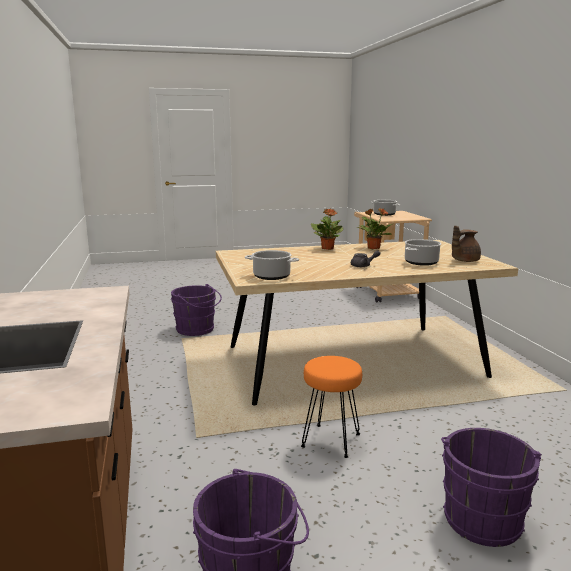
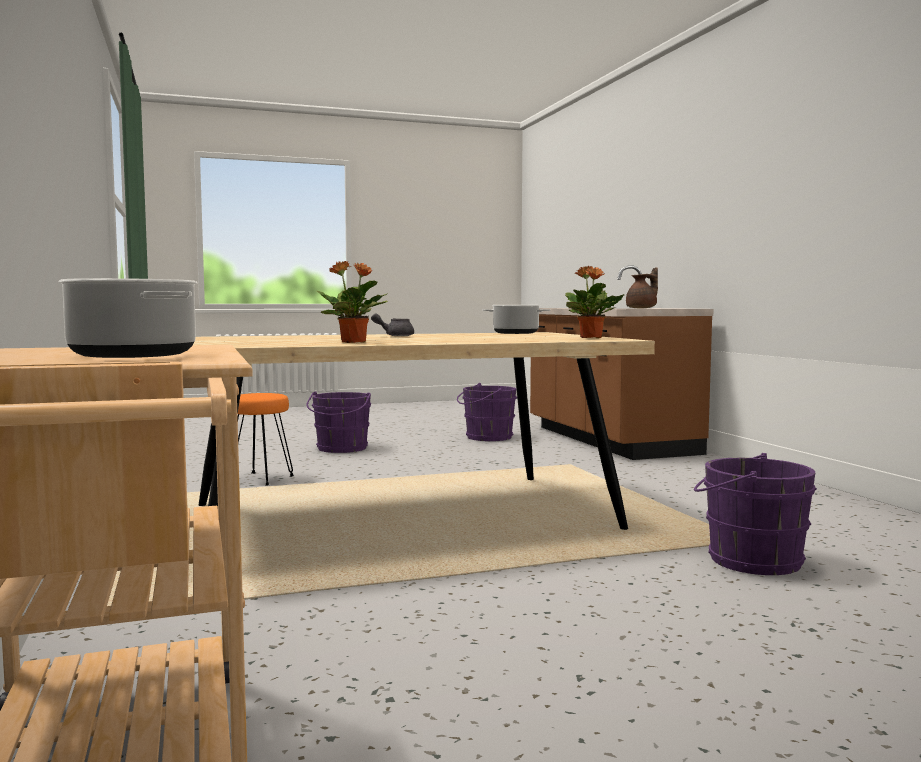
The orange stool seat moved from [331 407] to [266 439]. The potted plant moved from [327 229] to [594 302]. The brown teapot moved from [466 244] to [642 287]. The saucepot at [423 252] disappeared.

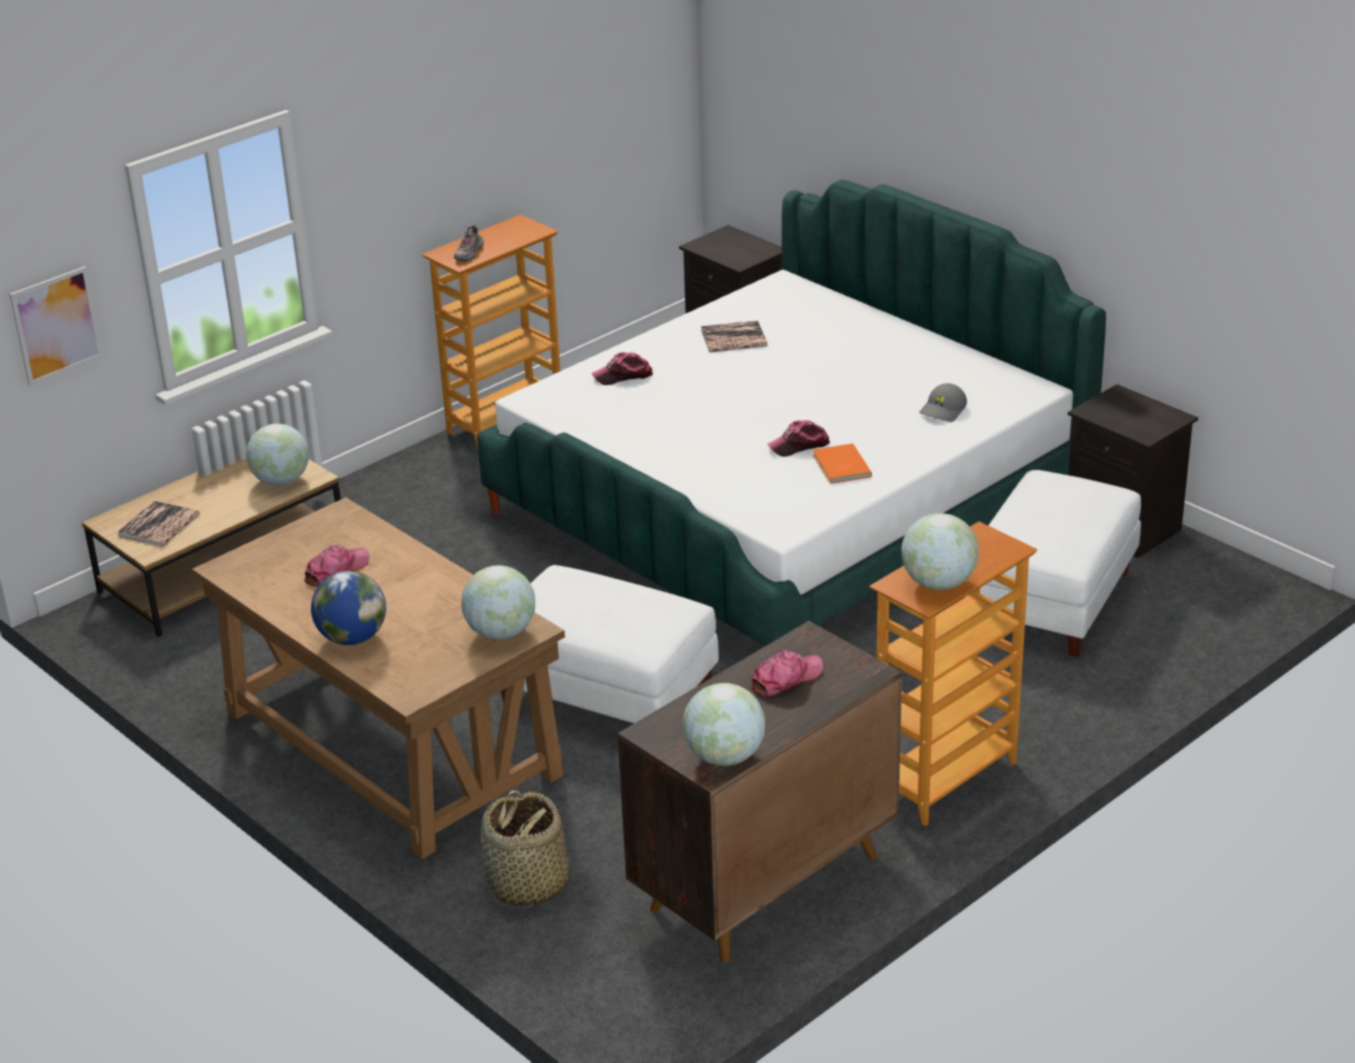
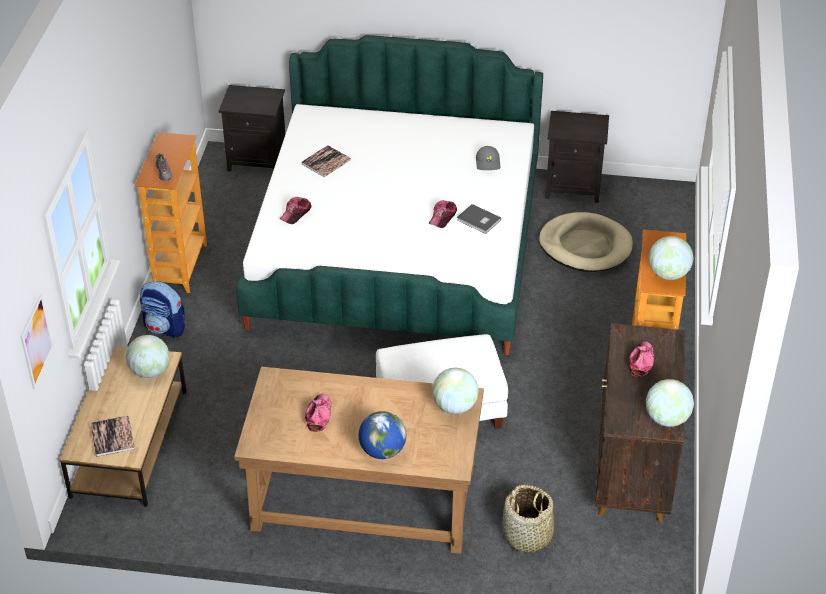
The rucksack at [162 309] appeared. The orange bound book at [842 463] became the greyish bound book at [479 219]. The whitish ottoman at [1052 563] was replaced by the beige pet bed at [586 242].

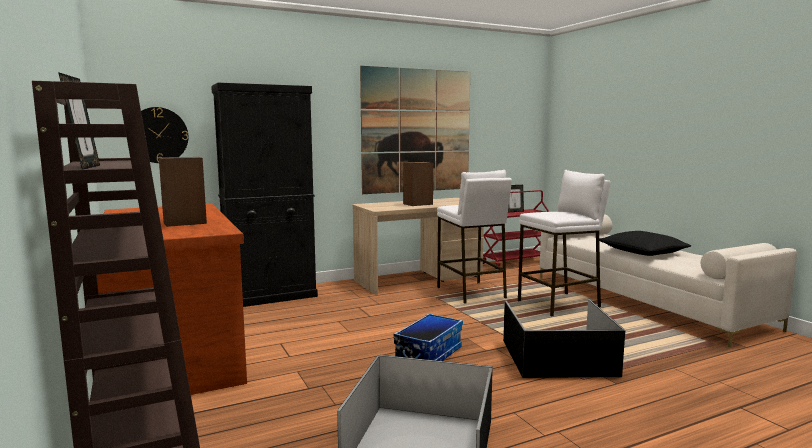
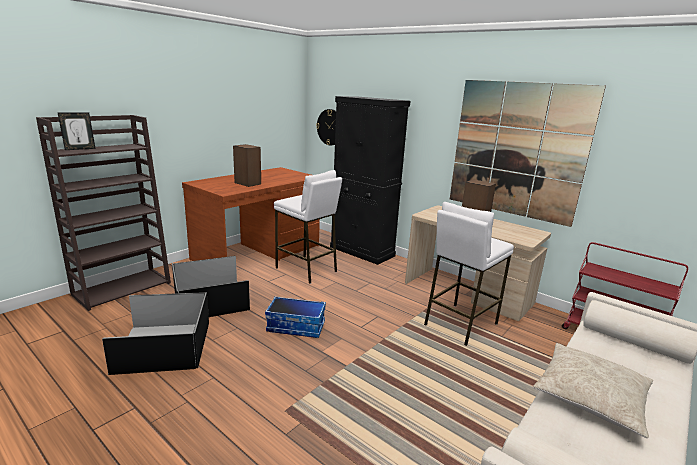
The black storage container moved from [564 339] to [211 286]. The whitish stool seat moved from [564 243] to [308 227]. The black throw pillow at [645 243] became the beige throw pillow at [593 390]. The standing frame at [516 199] disappeared.

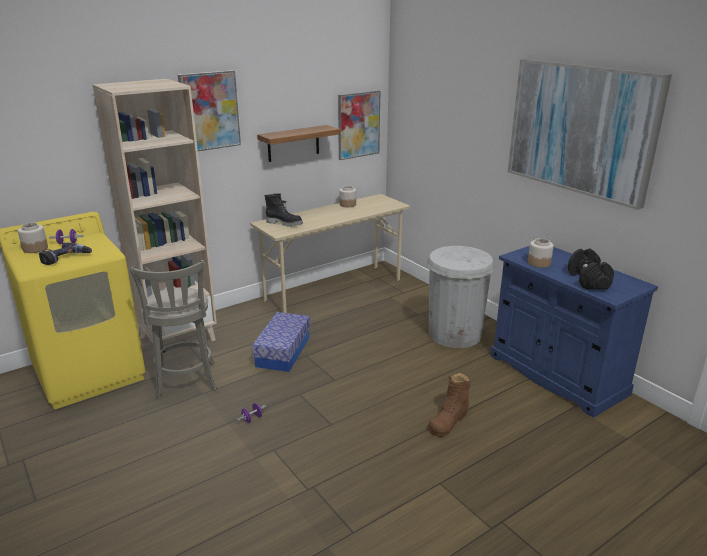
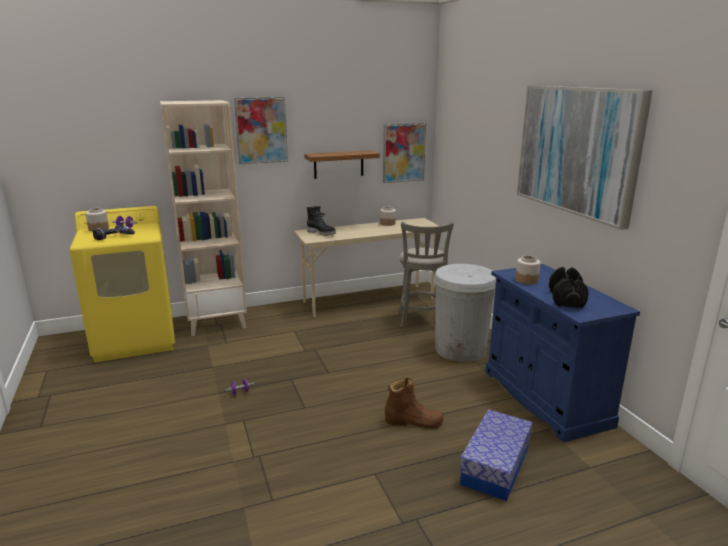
The brown tall boot at [449 404] turned 135 degrees counterclockwise. The greyish stool seat moved from [173 329] to [426 275]. The storage container moved from [281 342] to [496 455].

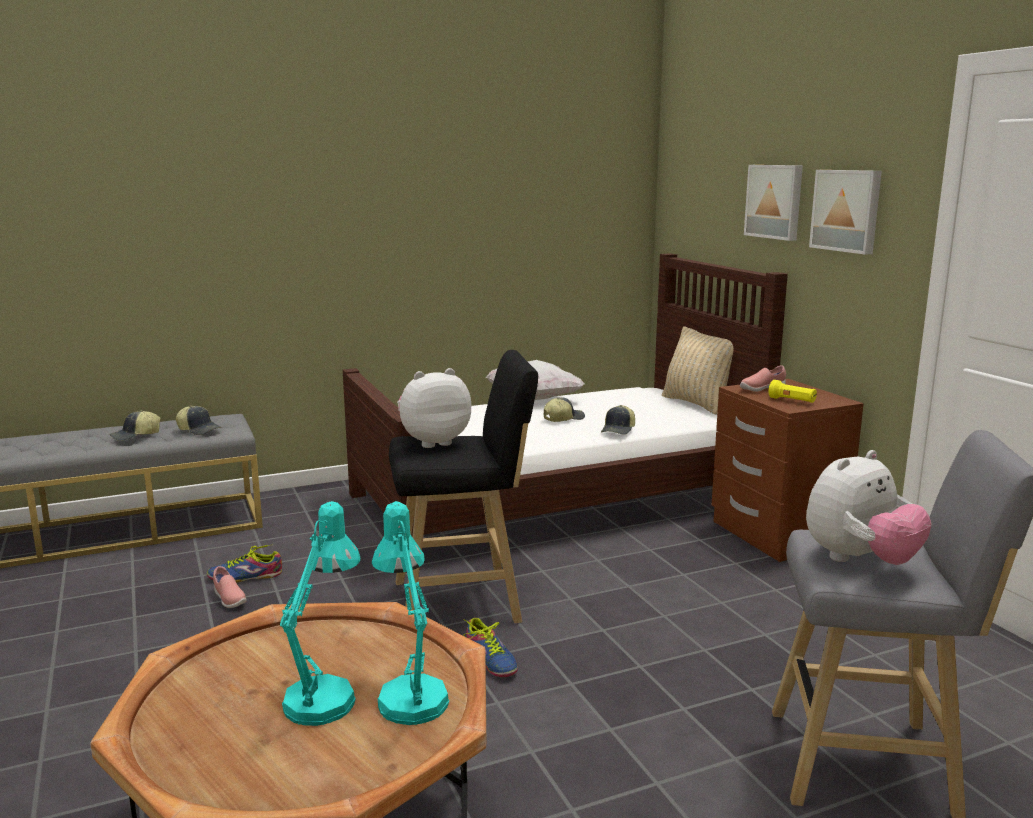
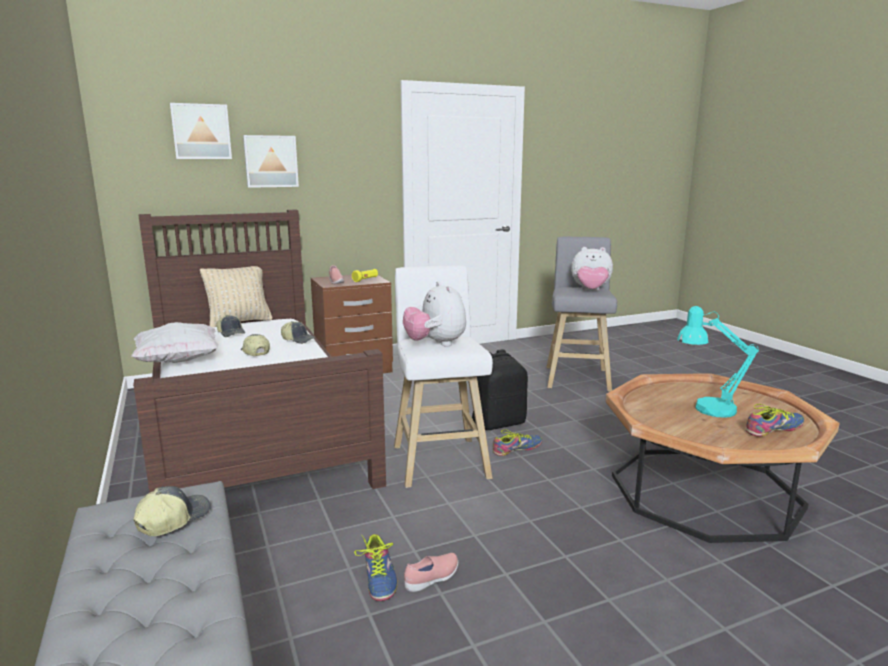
The picture moved from [845 212] to [201 131]. The peaked cap moved from [134 425] to [231 326]. The black stool seat at [463 486] became the whitish stool seat at [443 376]. The black rucksack at [500 389] appeared. The plush toy at [868 507] turned 135 degrees clockwise. The item of footwear at [775 420] appeared. The blue-green table lamp at [410 613] disappeared.

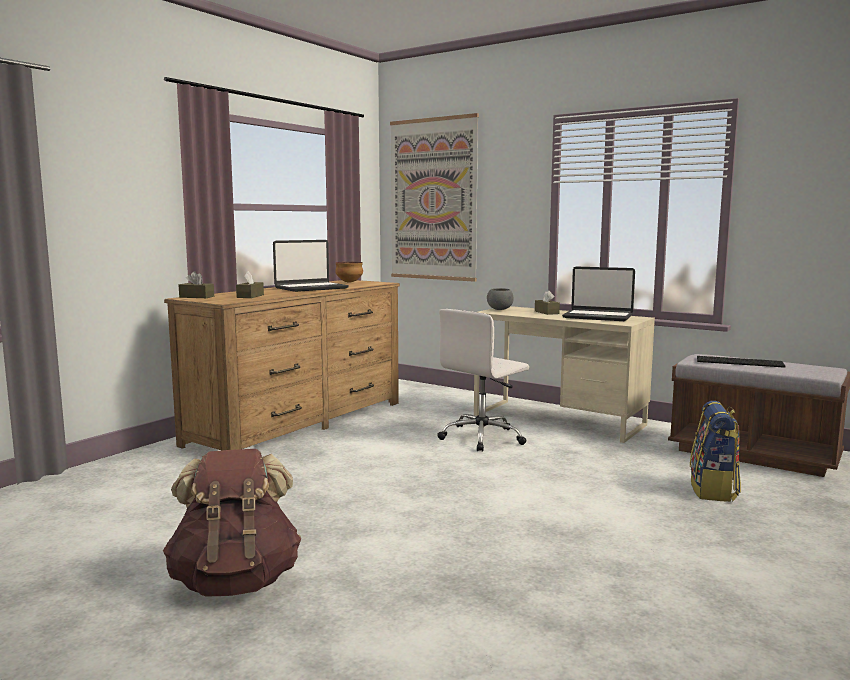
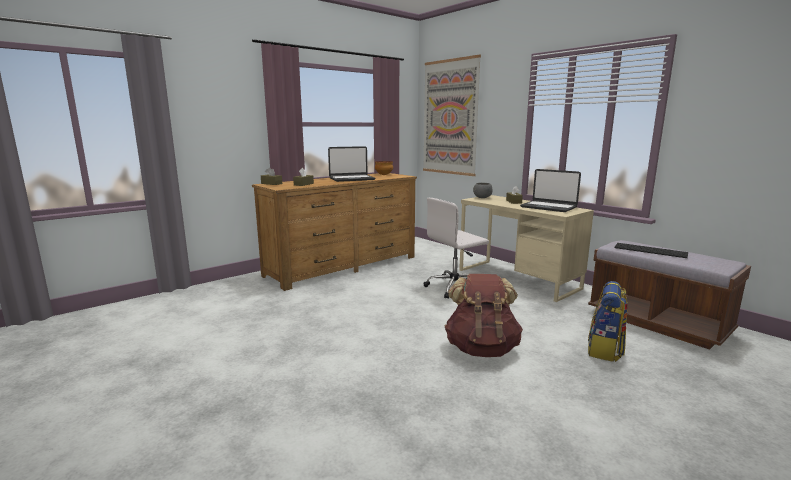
The brown rucksack moved from [232 523] to [483 315].

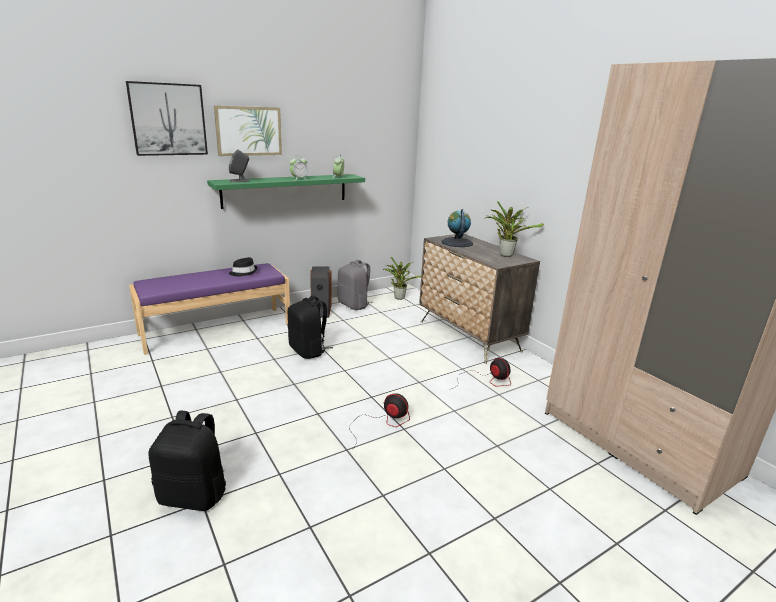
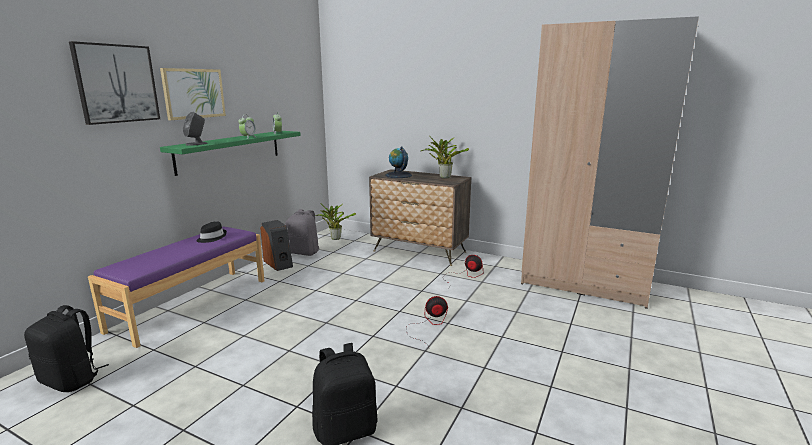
The black rucksack moved from [310 327] to [66 348].

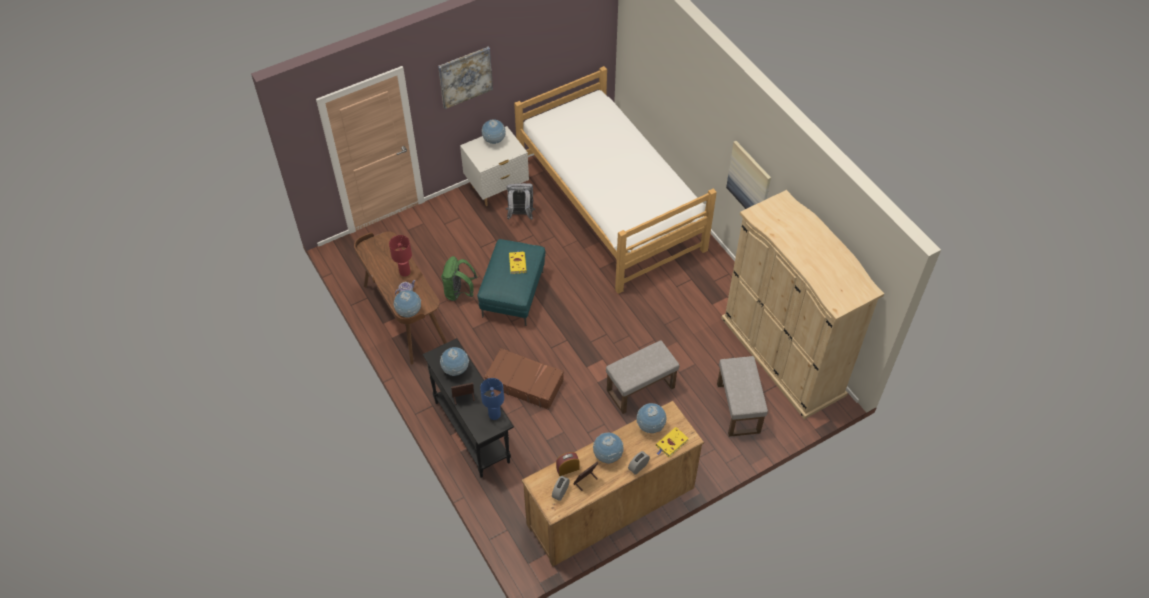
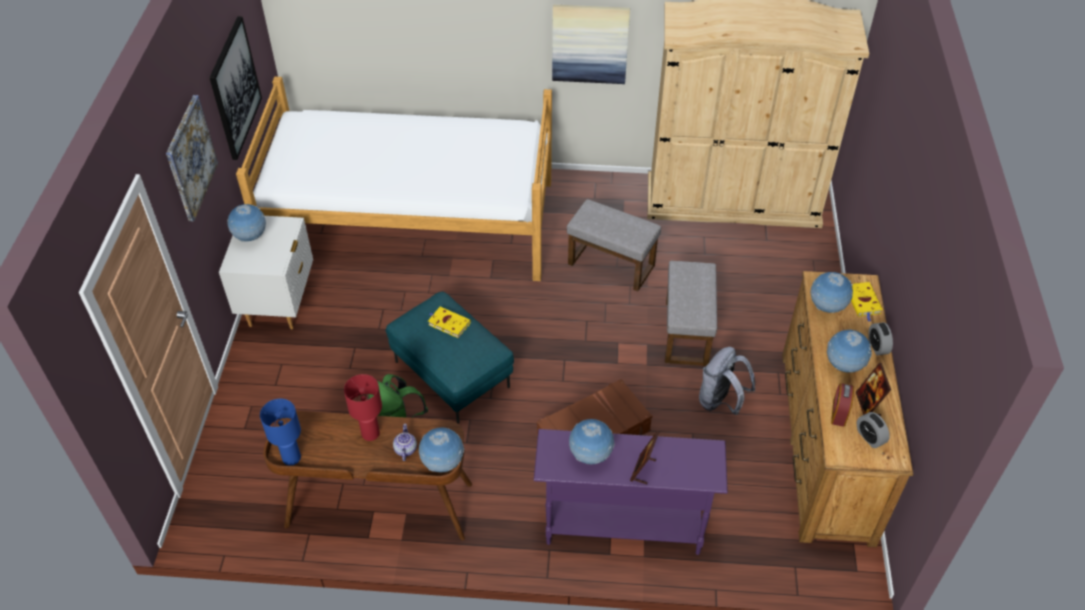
The picture at [235 88] appeared. The bluish table lamp moved from [492 399] to [280 432]. The black narrow table at [468 408] became the purplish narrow table at [631 492]. The greyish ottoman moved from [742 396] to [614 245]. The greyish rucksack moved from [520 201] to [727 381].

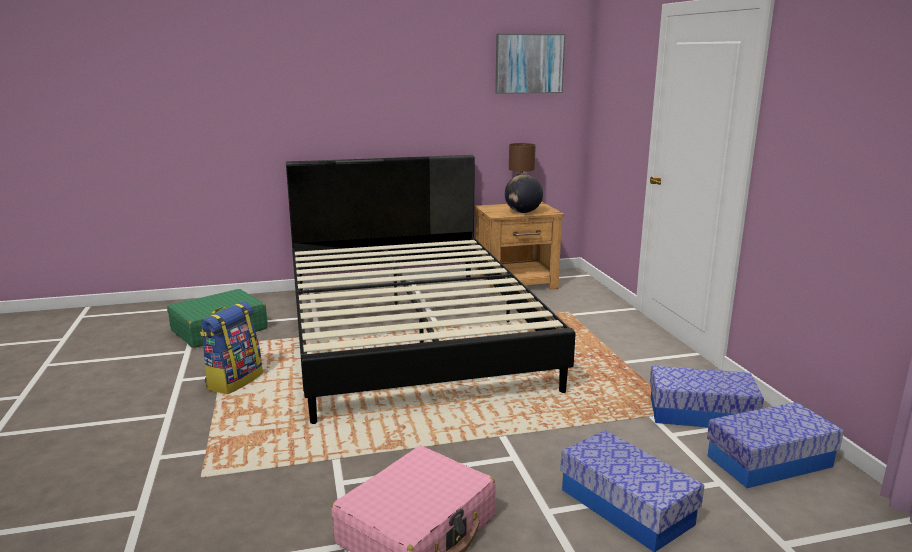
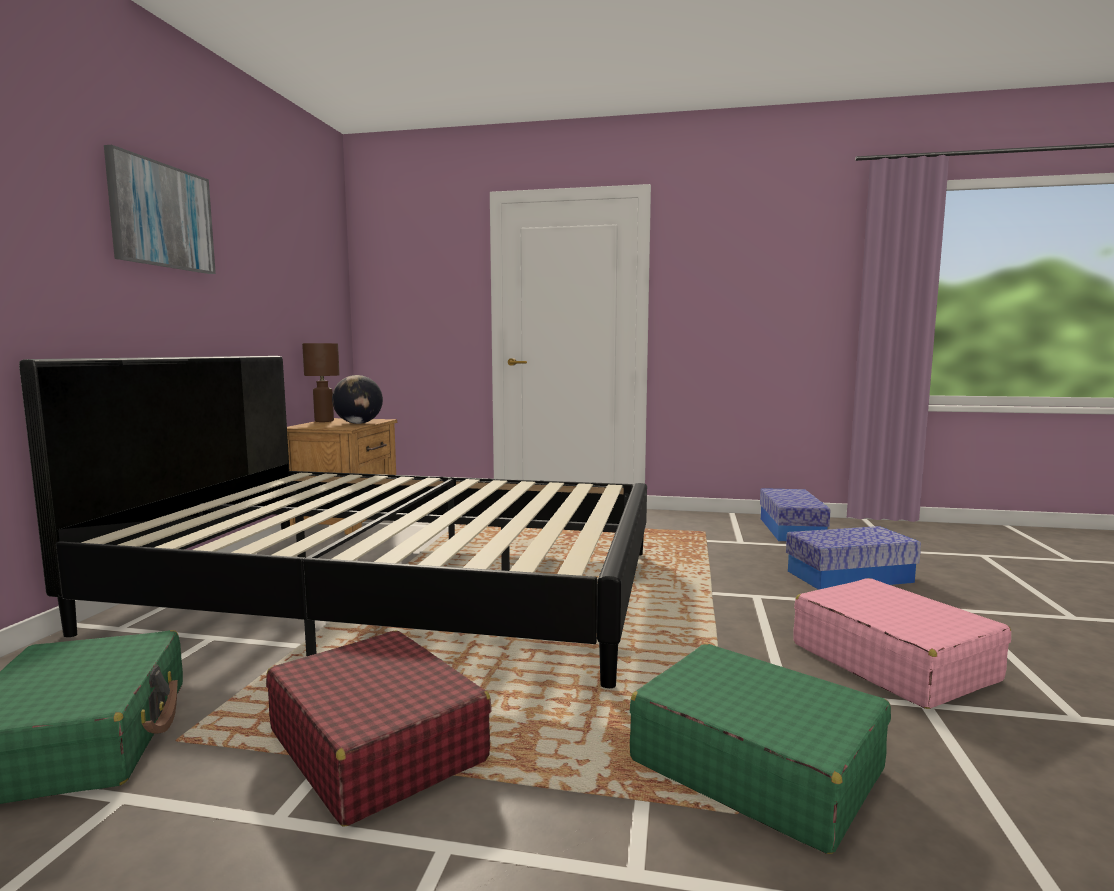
The picture moved from [530 64] to [160 209]. The rucksack at [231 348] was replaced by the red-coloured piece of luggage at [379 729]. The greenish piece of luggage at [760 749] appeared. The storage container at [707 397] disappeared.

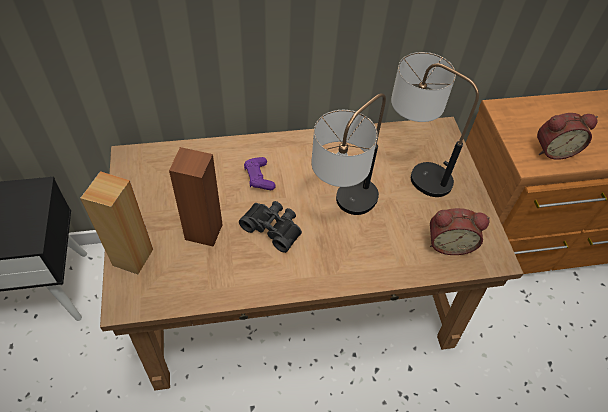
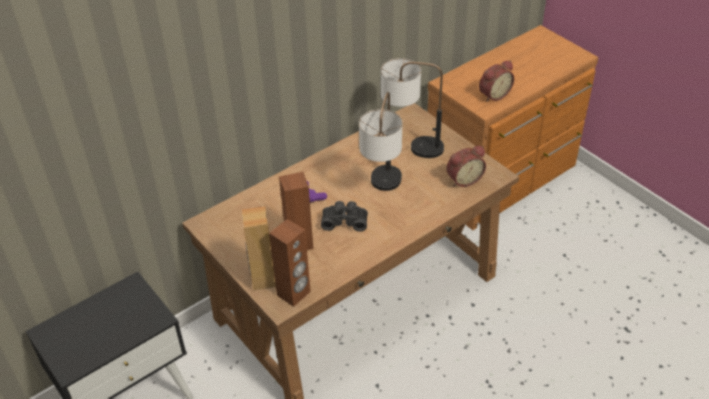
The brown loudspeaker at [290 263] appeared.

